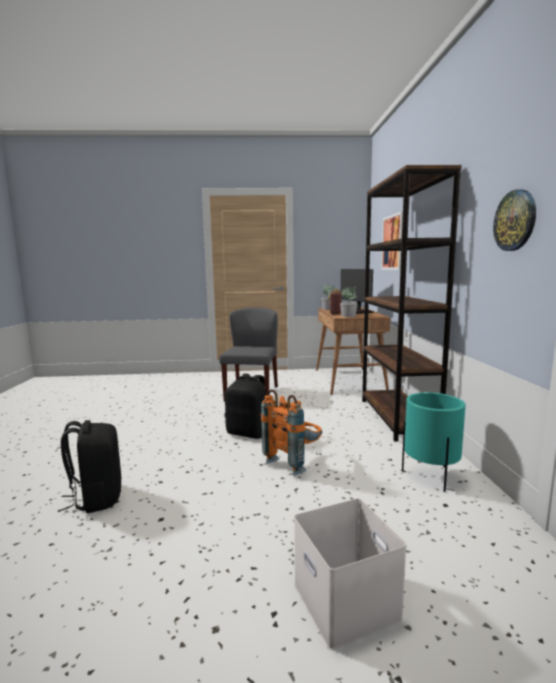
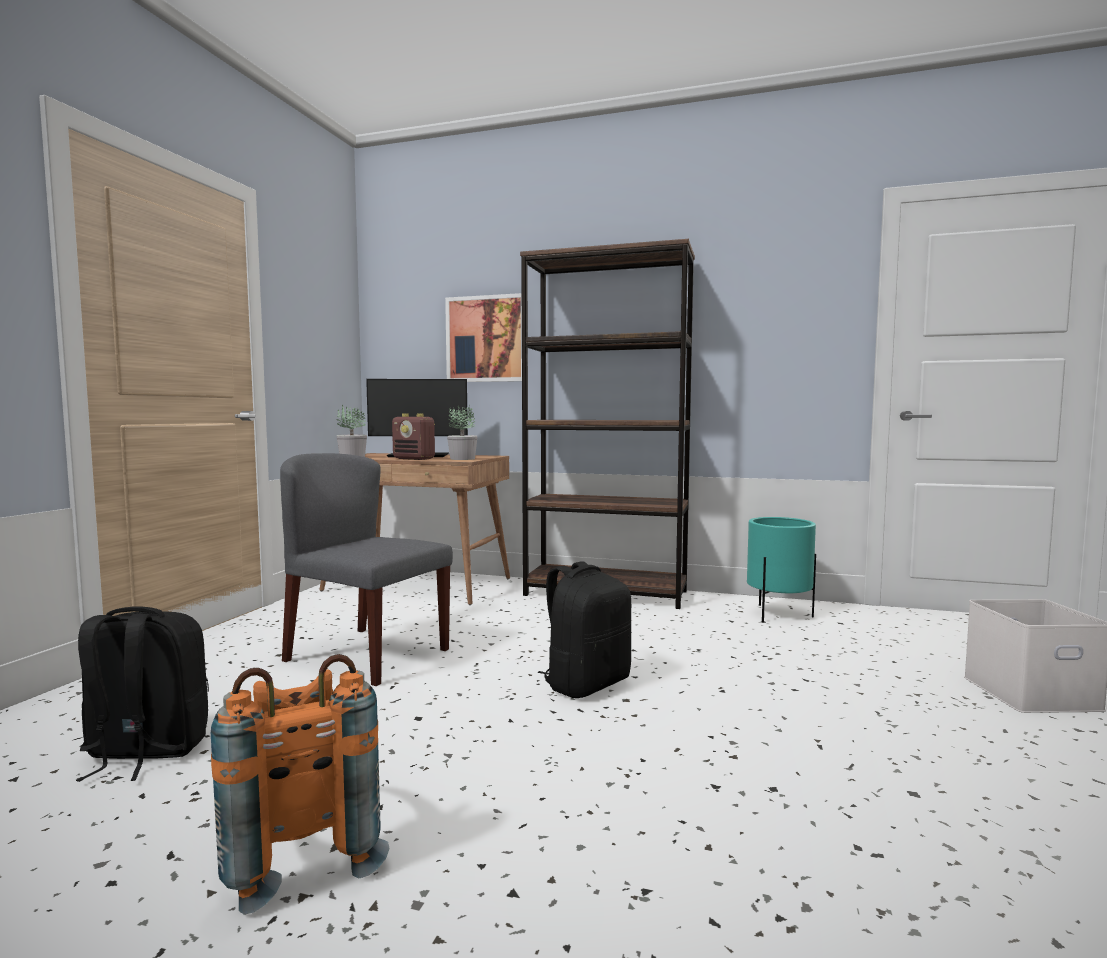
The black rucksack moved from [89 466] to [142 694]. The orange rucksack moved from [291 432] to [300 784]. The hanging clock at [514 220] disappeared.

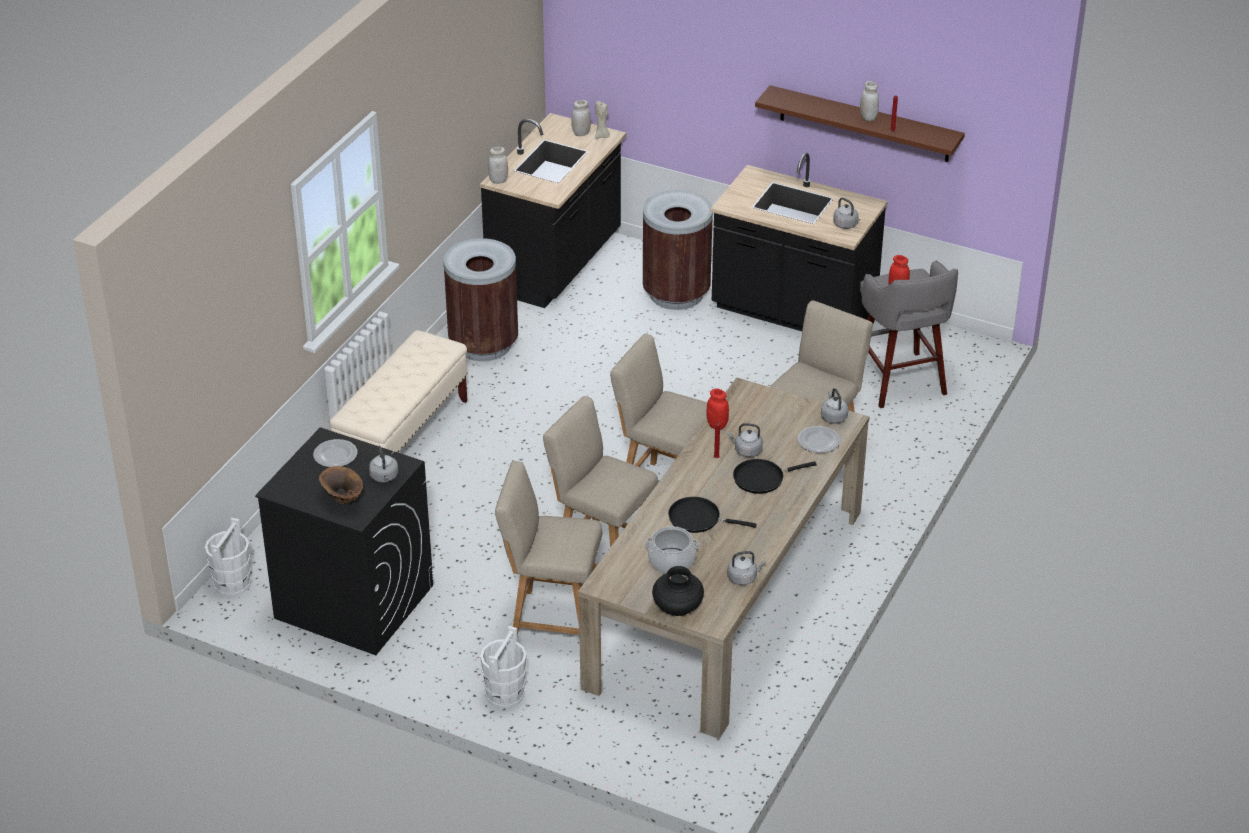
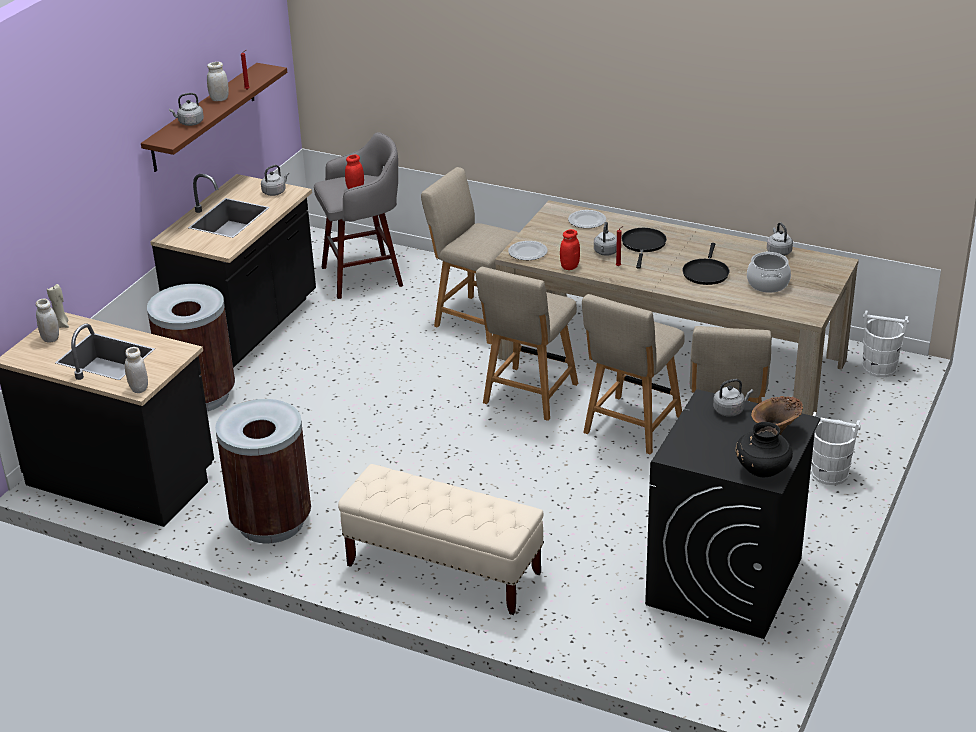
The greyish tea kettle moved from [835 406] to [186 109]. The dinner plate moved from [335 453] to [528 250]. The black skillet at [775 476] turned 150 degrees counterclockwise. The black decorative vase moved from [678 591] to [764 449]. The whitish bucket moved from [228 557] to [885 343].

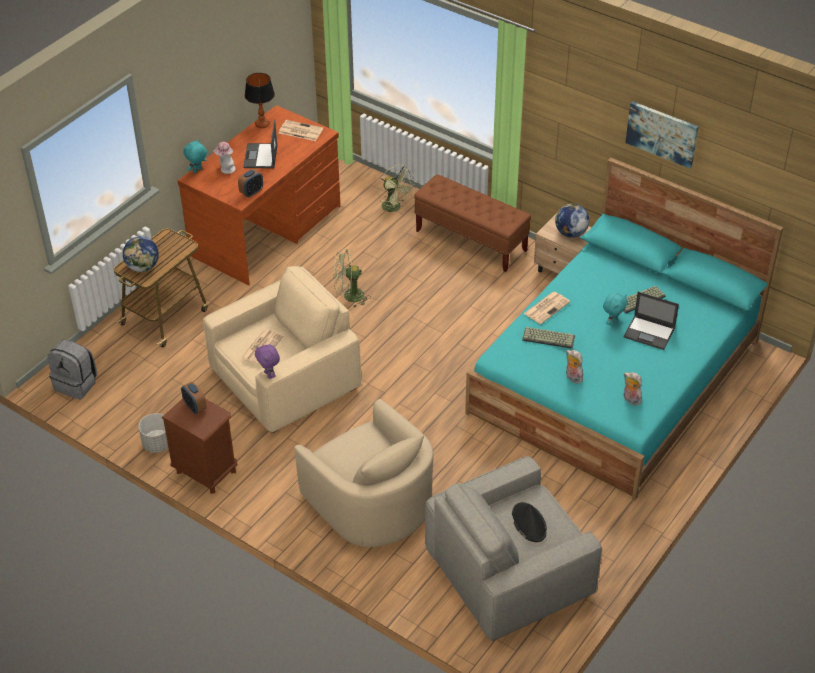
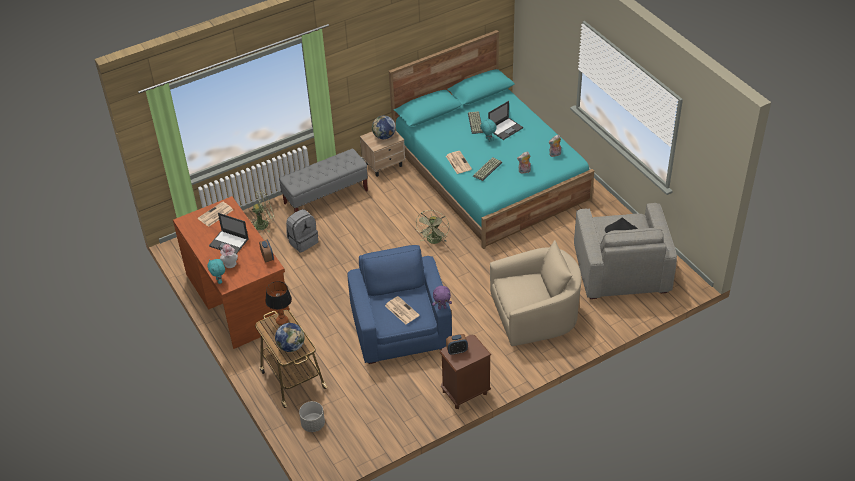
The table lamp moved from [260 100] to [278 303]. The brown bench at [472 223] became the greyish bench at [323 180]. The greyish rucksack moved from [72 369] to [302 231]. The greyish planter moved from [153 433] to [312 416]. The beige easy chair at [282 349] became the bluish easy chair at [400 304]. The greenish electric fan moved from [351 278] to [432 227]. The picture at [661 134] disappeared.

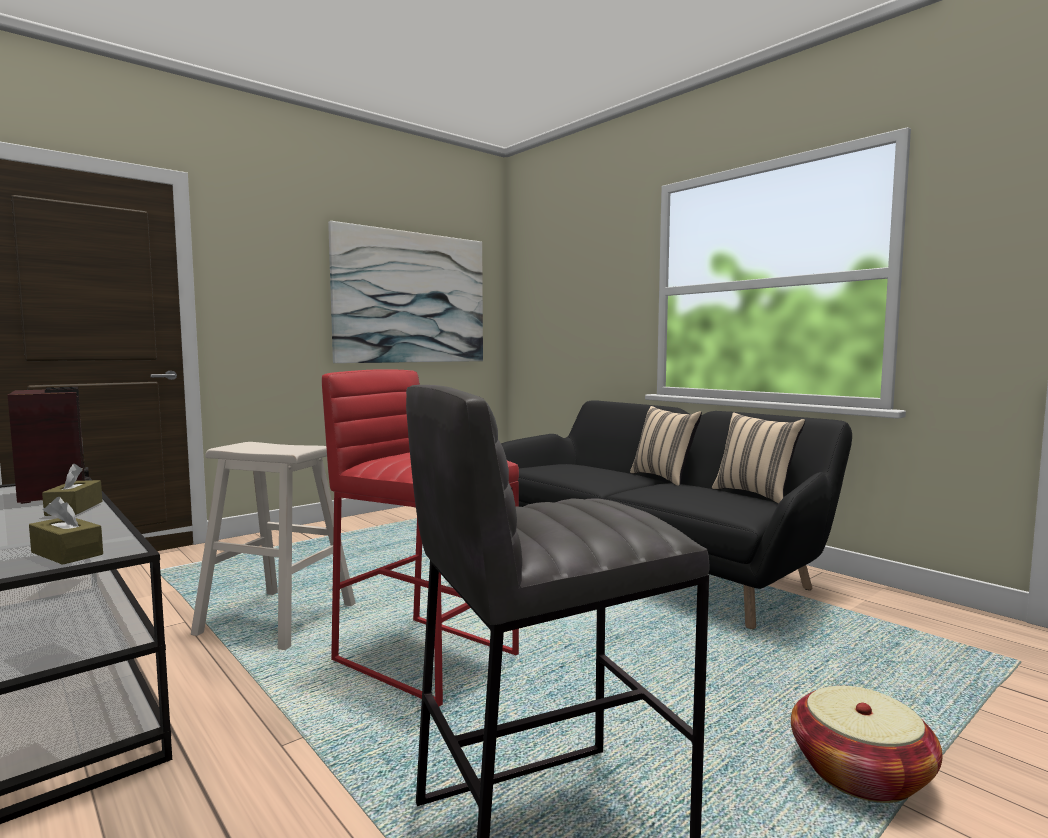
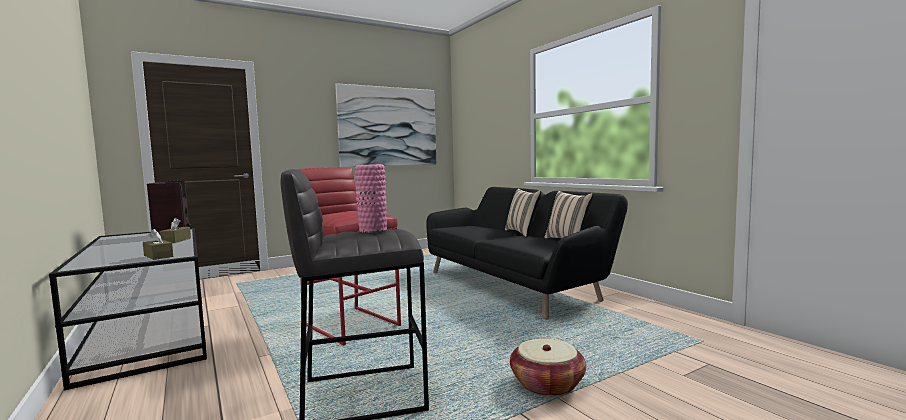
The pink decorative vase at [371 198] appeared. The beige stool seat at [273 546] disappeared.

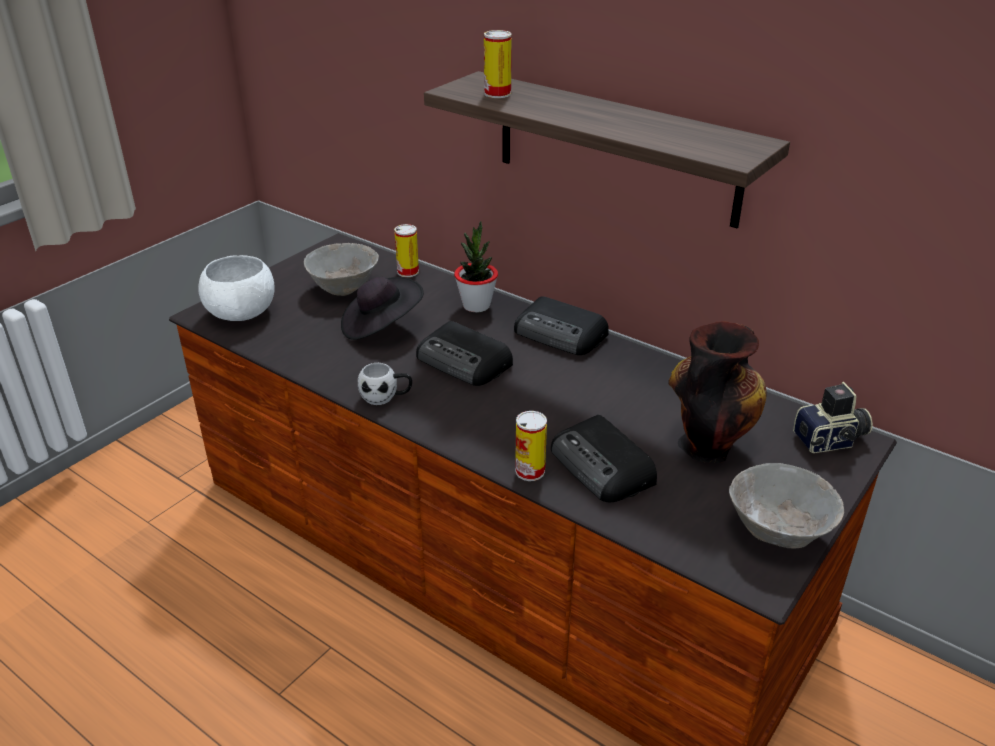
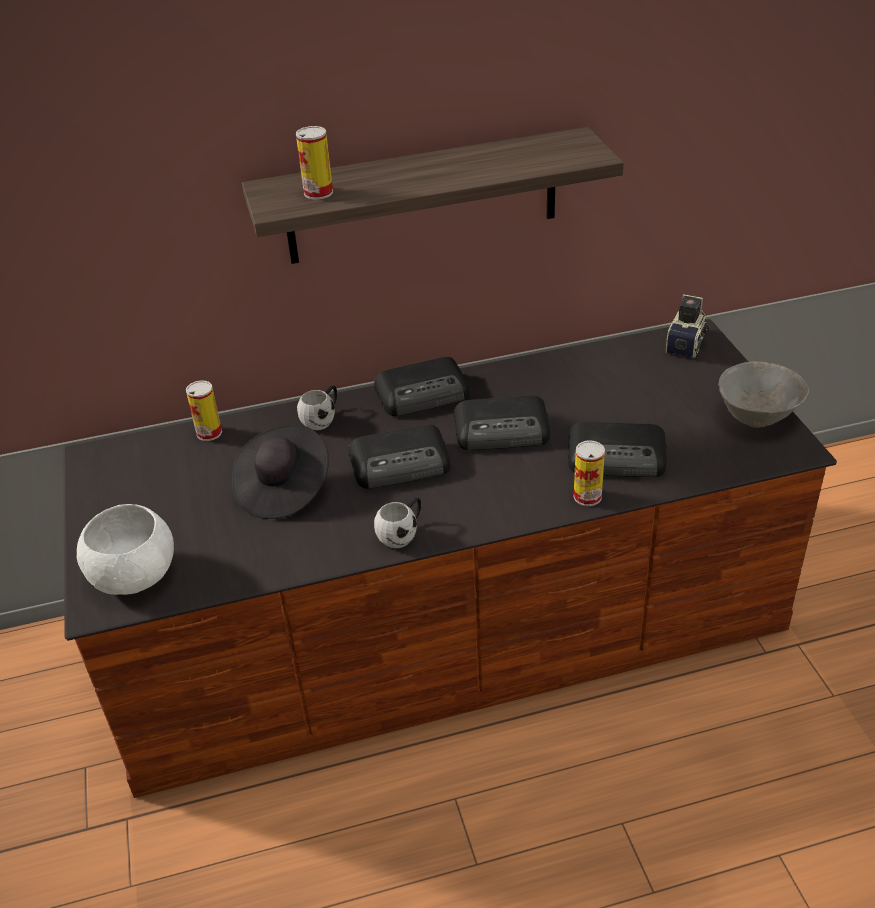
The potted plant at [476 266] was replaced by the whitish mug at [317 407]. The radio set at [502 422] appeared. The greyish deep dish at [341 269] disappeared. The decorative vase at [717 392] disappeared.

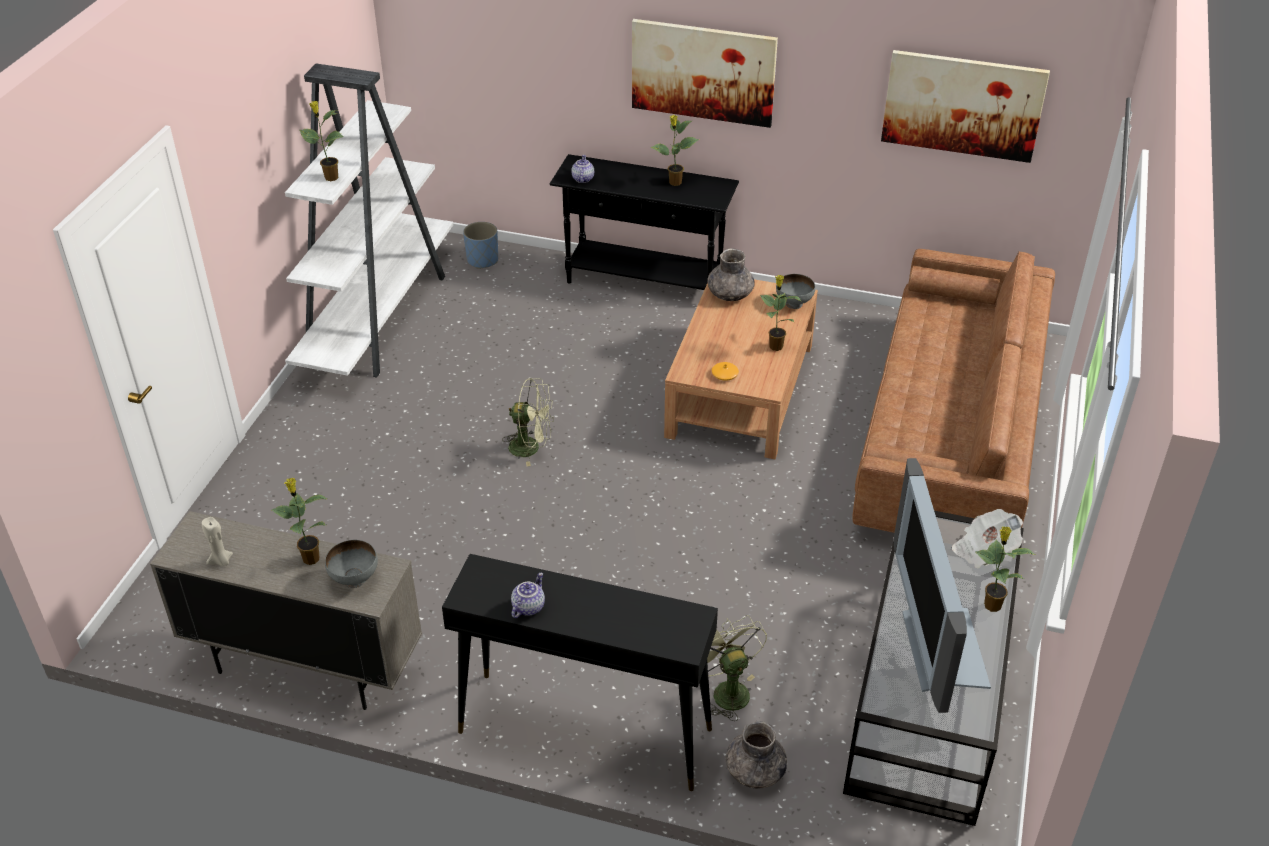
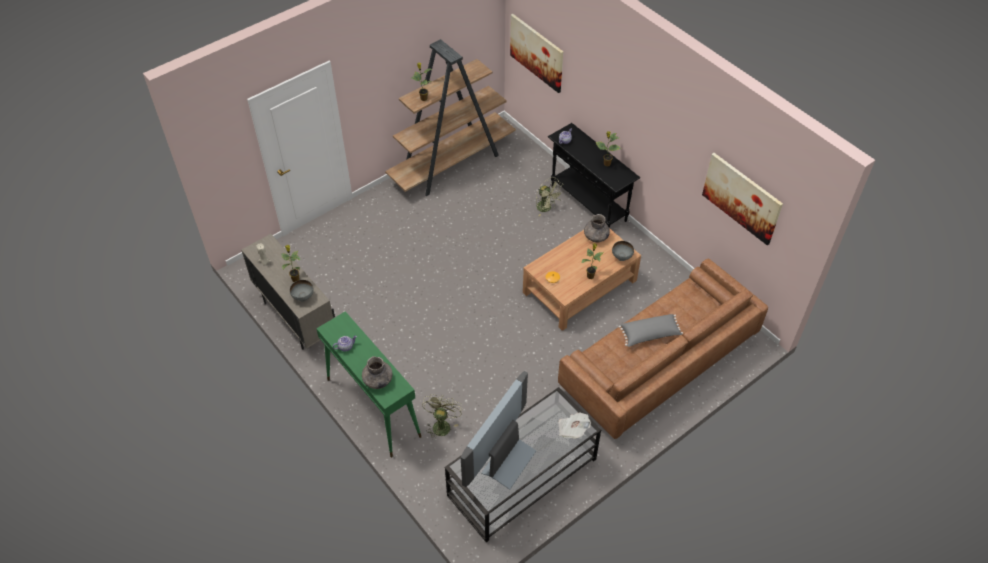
The black narrow table at [580 672] became the greenish narrow table at [368 384]. The greyish decorative vase moved from [756 755] to [377 372]. The whitish bookcase at [369 220] became the brown bookcase at [450 117]. The picture moved from [705 73] to [536 53]. The greenish electric fan moved from [528 422] to [550 196]. The greyish throw pillow at [651 330] appeared. The bluish planter at [480 245] disappeared. The potted plant at [1006 569] disappeared.

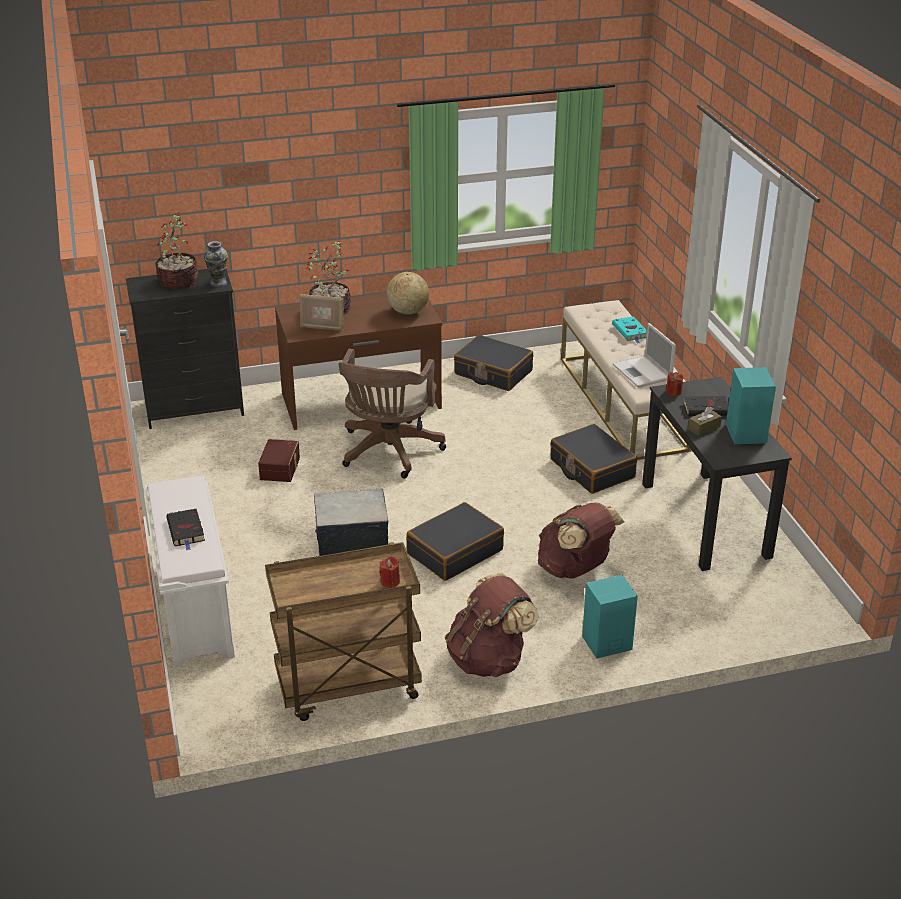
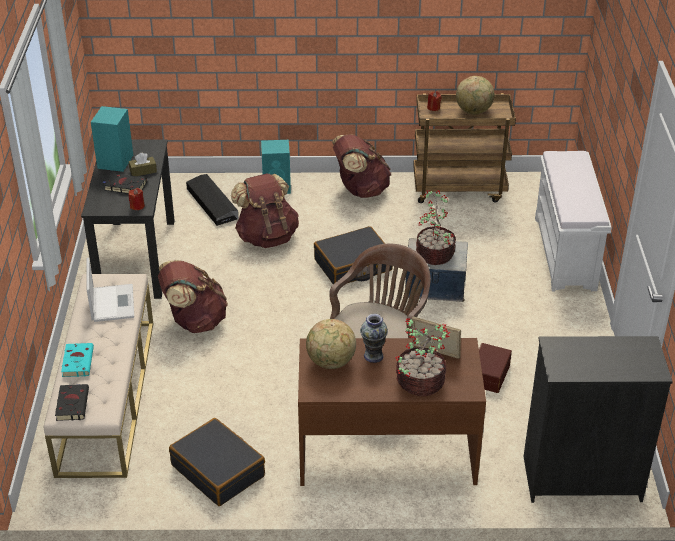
The black bound book moved from [185 529] to [72 402]. The black piece of luggage at [594 459] was replaced by the brown rucksack at [193 296]. The black storage container at [212 200] appeared. The decorative vase moved from [216 264] to [374 338]. The potted plant moved from [176 251] to [436 227]. The globe at [475 95] appeared.

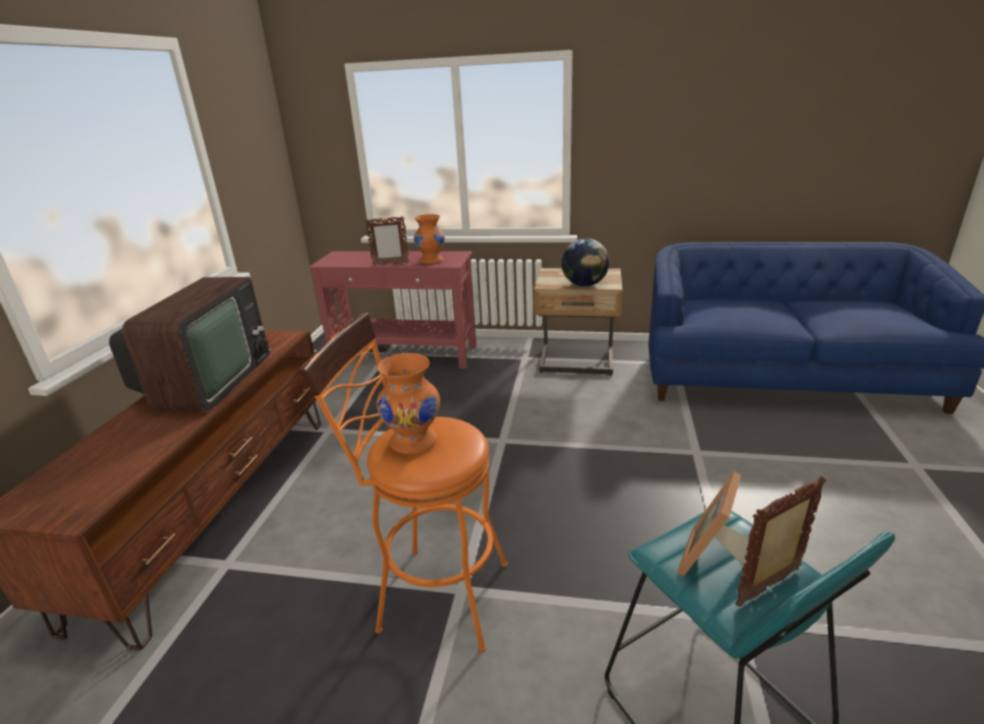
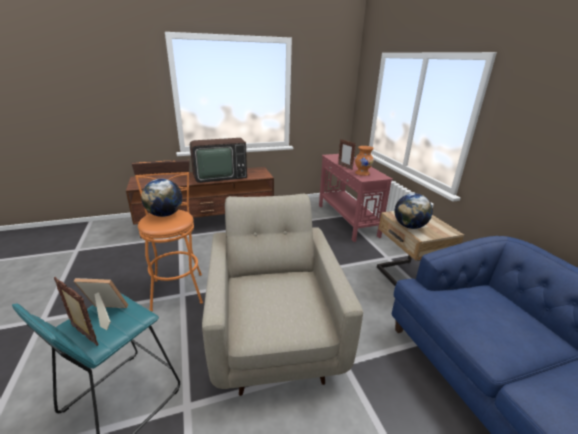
The orange decorative vase at [408 403] was replaced by the globe at [161 198]. The beige easy chair at [282 295] appeared.

